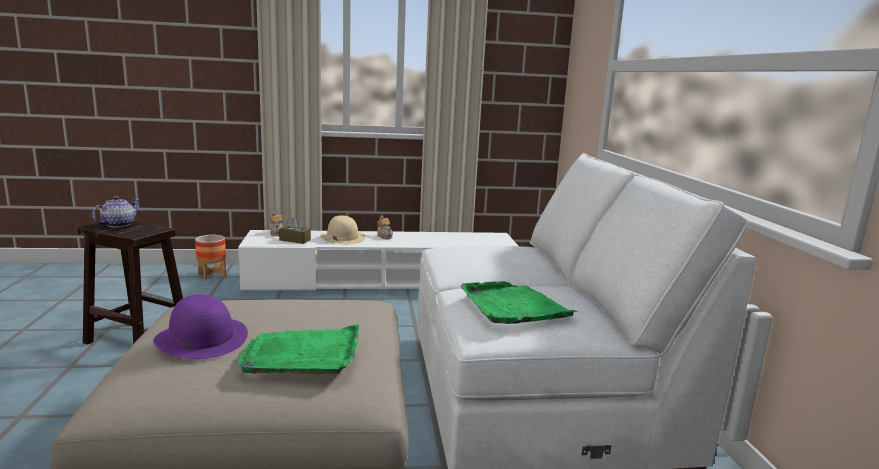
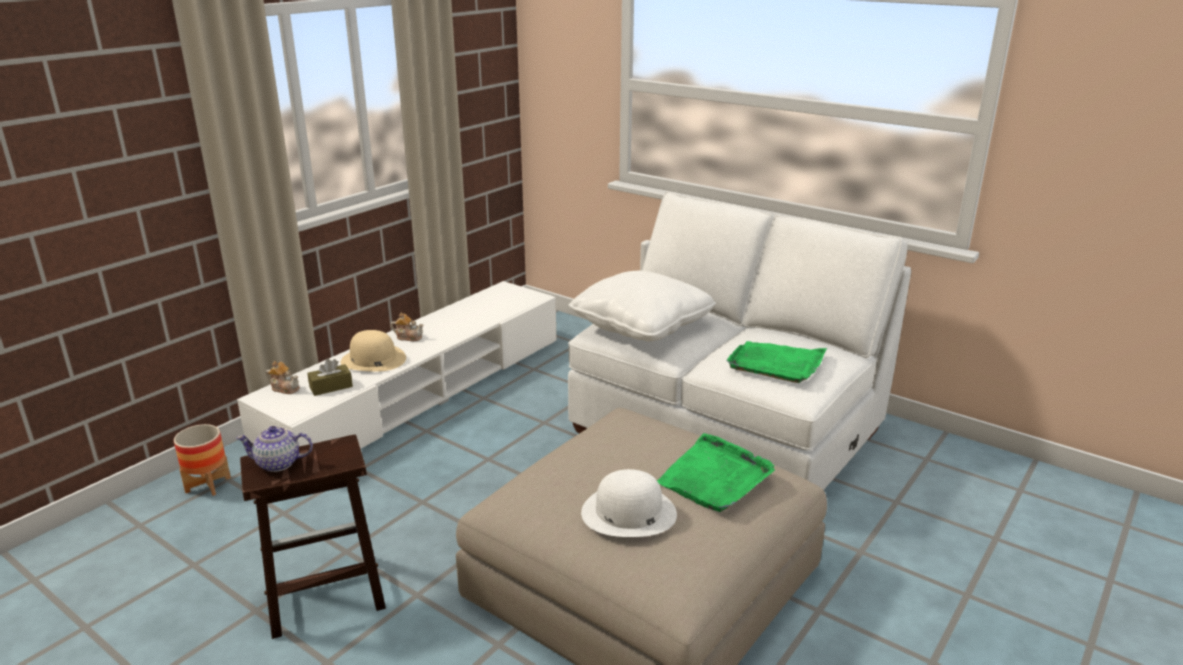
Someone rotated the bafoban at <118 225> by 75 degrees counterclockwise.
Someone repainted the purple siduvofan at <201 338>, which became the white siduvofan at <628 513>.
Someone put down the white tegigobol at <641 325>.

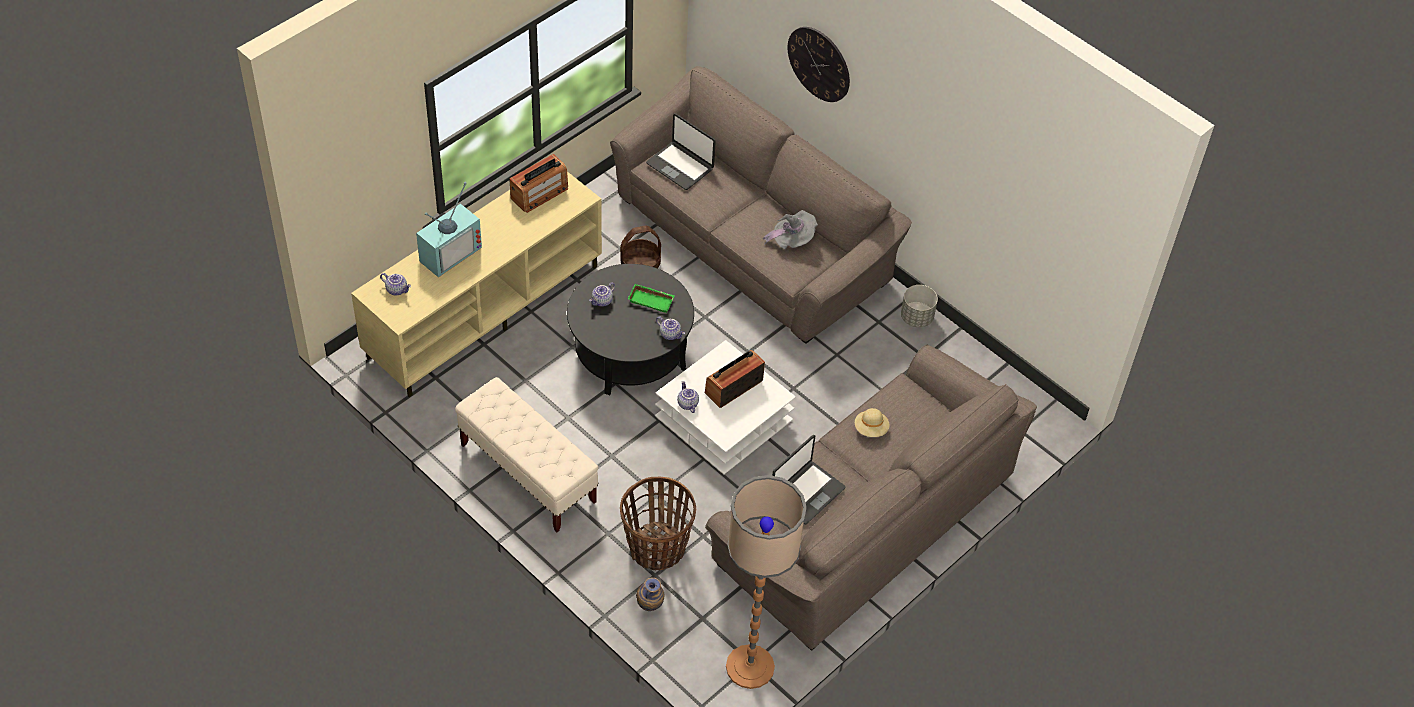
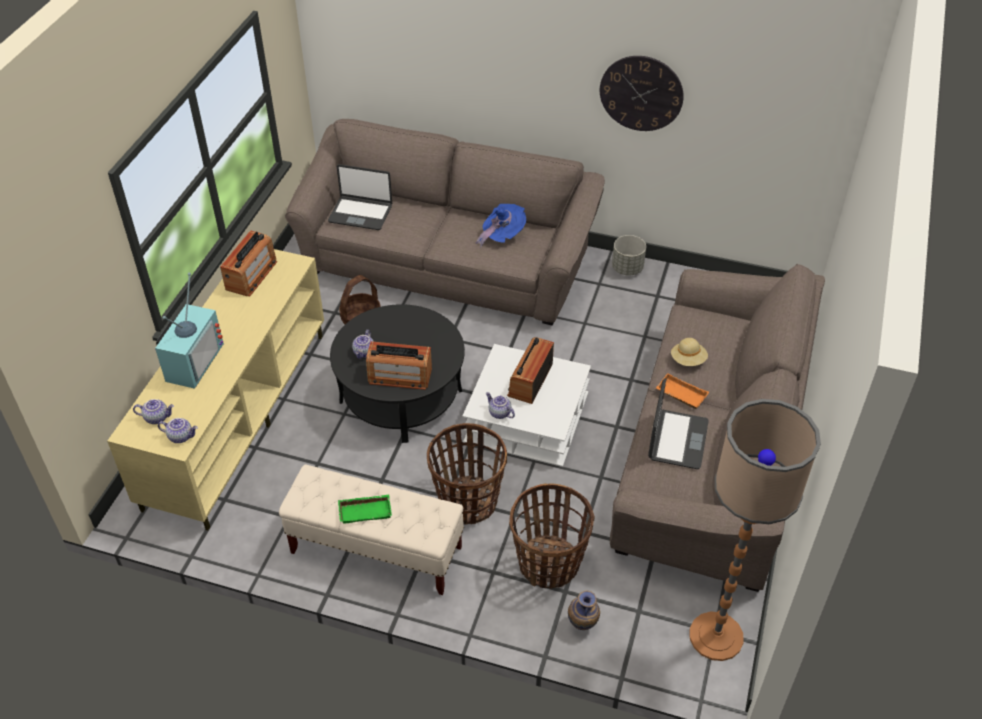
Someone carried the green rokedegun from <652 300> to <366 510>.
Someone carried the bafoban from <670 334> to <181 436>.
Someone repainted the grey siduvofan at <792 240>, which became the blue siduvofan at <502 235>.
Someone carried the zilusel from <819 64> to <641 93>.
Someone put down the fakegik at <400 376>.
Someone put down the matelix at <467 501>.
Someone put down the orange rokedegun at <680 395>.

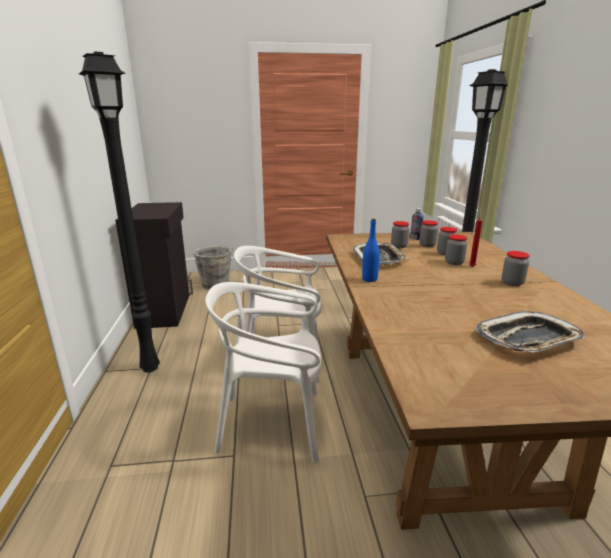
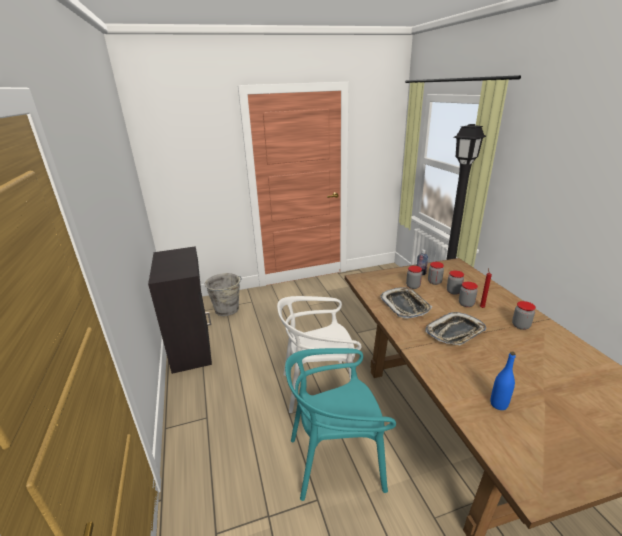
Someone took away the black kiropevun at <148 368>.
Someone repainted the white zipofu at <272 424>, which became the turquoise zipofu at <336 460>.
Someone carried the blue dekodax from <369 279> to <498 404>.
Someone carried the rokedegun from <527 339> to <455 332>.

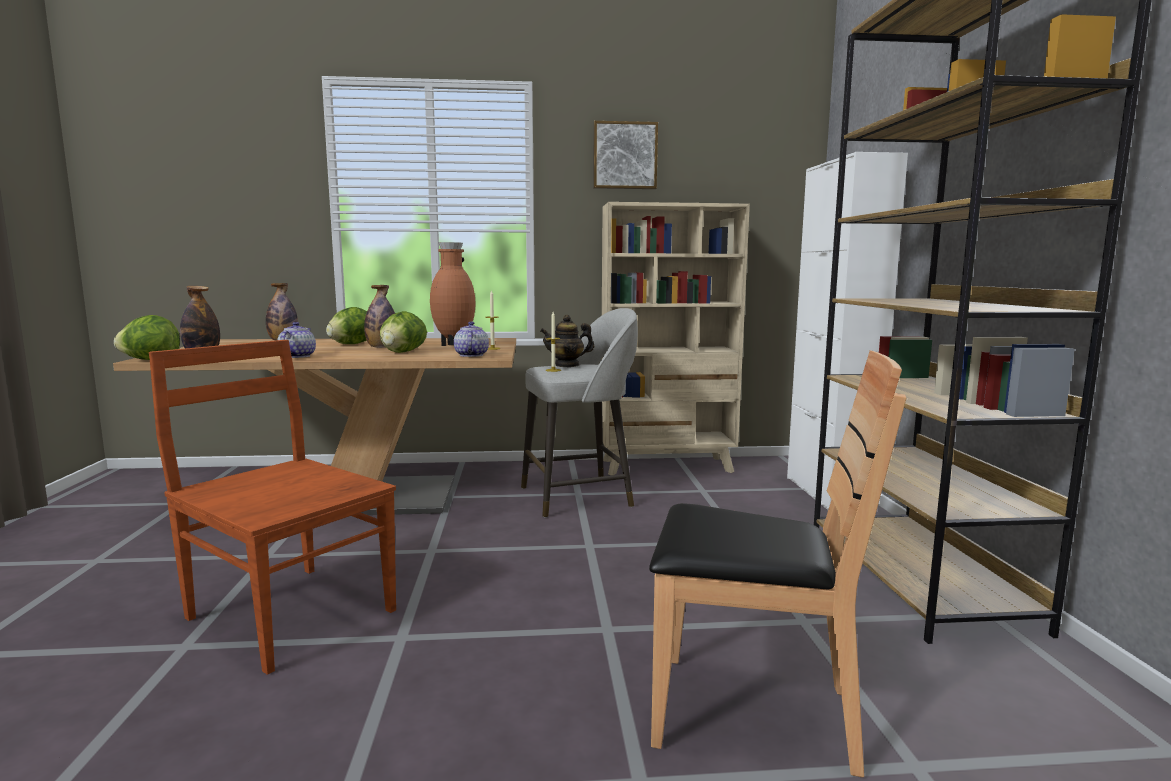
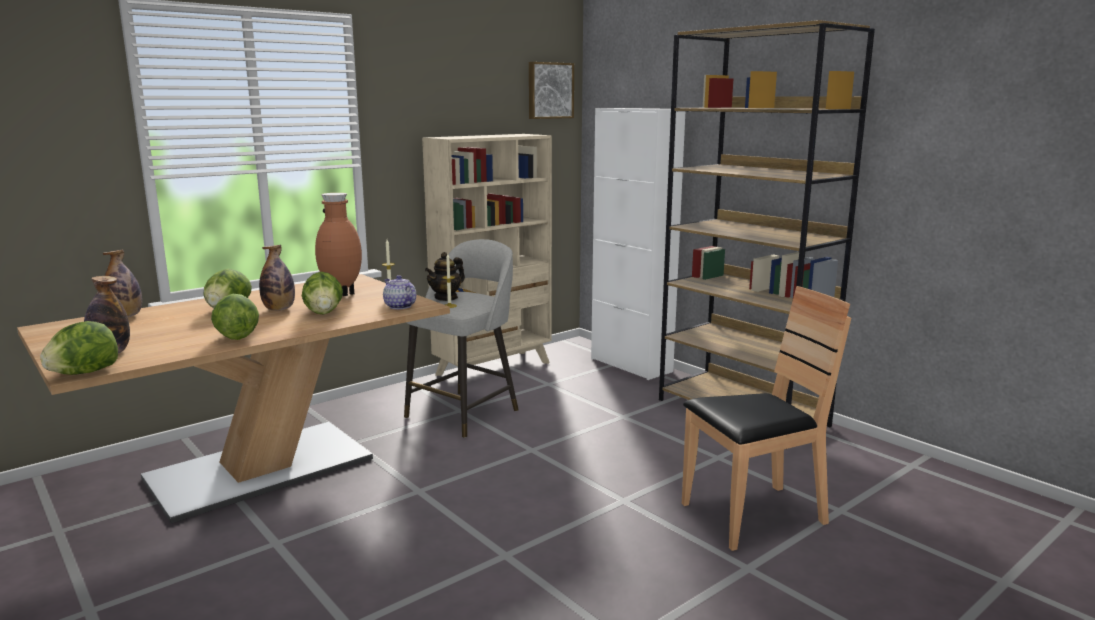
Someone took away the brown zipofu at <289 612>.
Someone swapped the bafoban at <297 356> for the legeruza at <237 337>.
Someone carried the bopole from <624 156> to <549 90>.

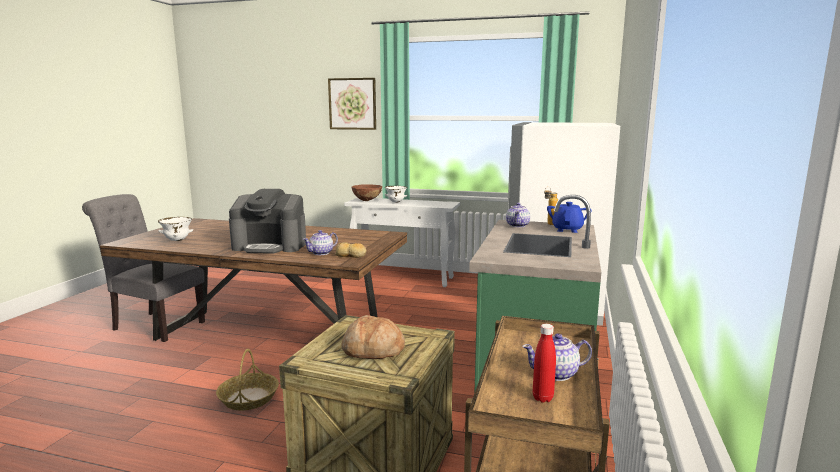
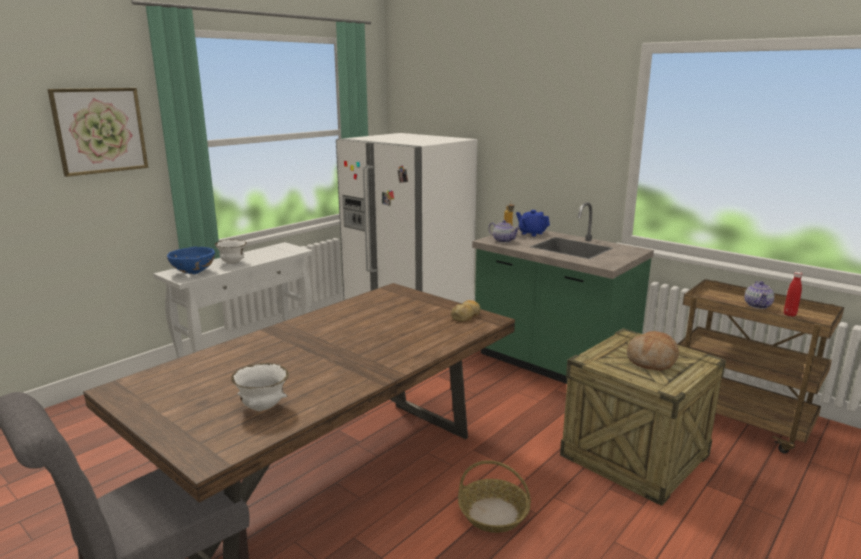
Someone took away the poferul at <270 246>.
Someone took away the bafoban at <321 253>.
Someone repainted the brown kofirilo at <367 201>, which became the blue kofirilo at <193 273>.

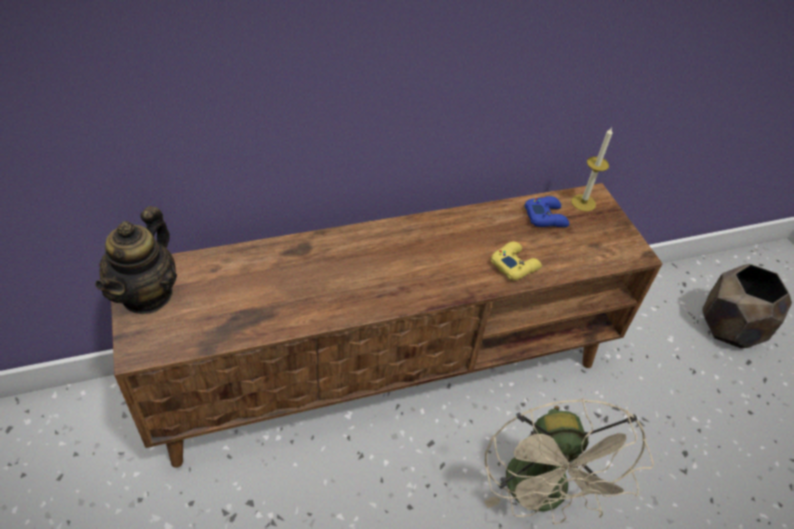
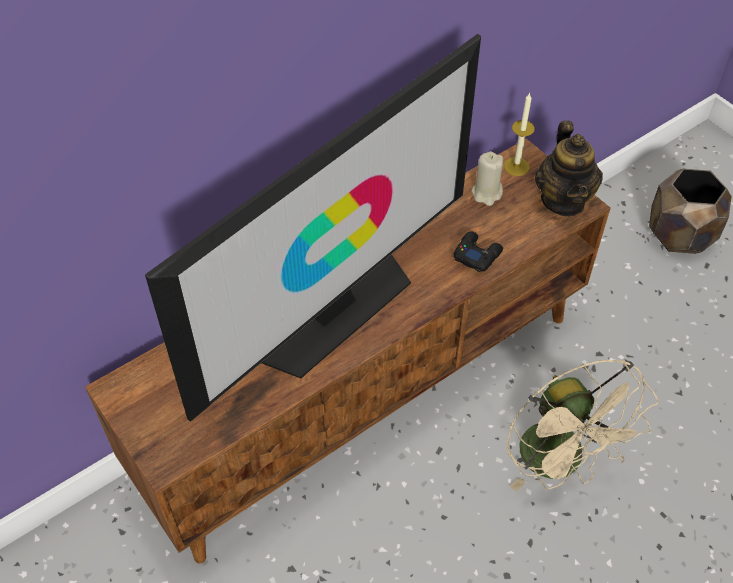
Someone carried the bafoban from <147 294> to <563 200>.
Someone repainted the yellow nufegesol at <514 265>, which became the black nufegesol at <477 255>.
Someone swapped the blue nufegesol at <546 217> for the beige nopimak at <487 193>.
Someone put down the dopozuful at <333 310>.

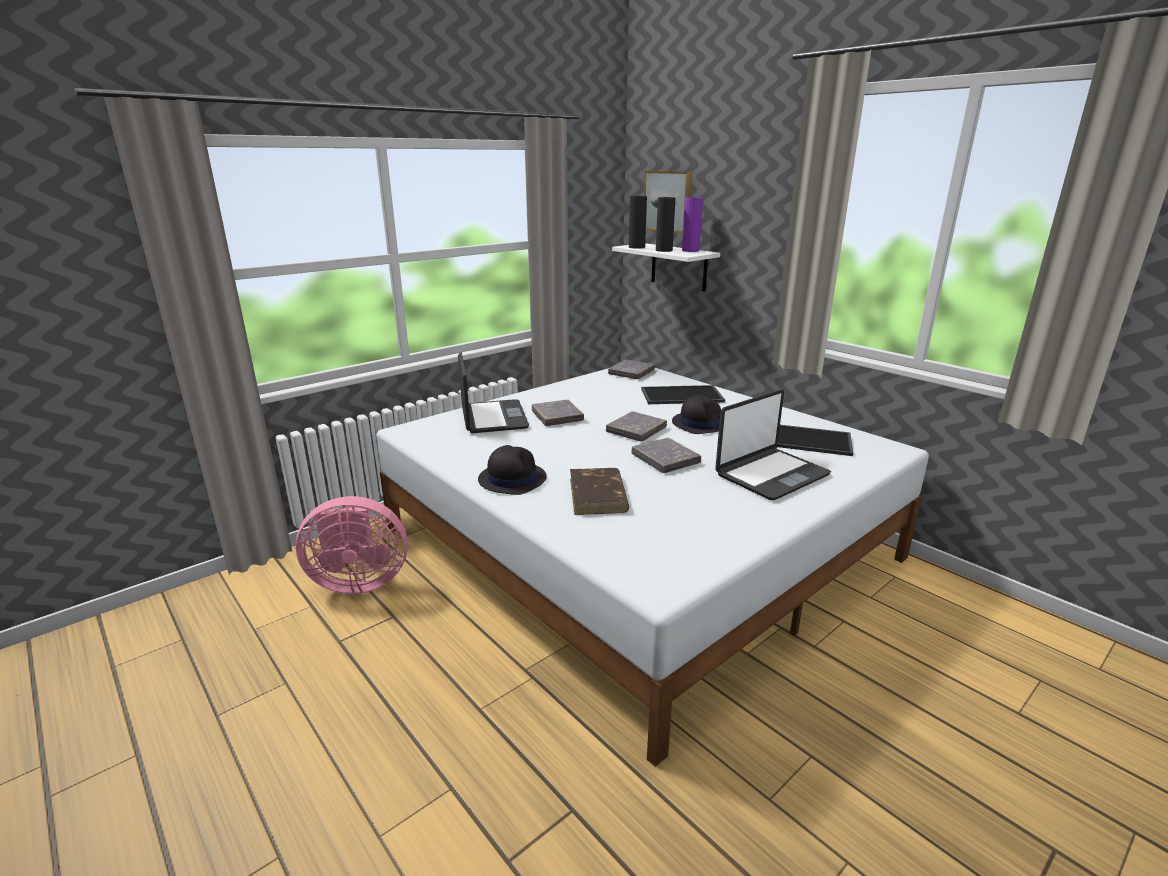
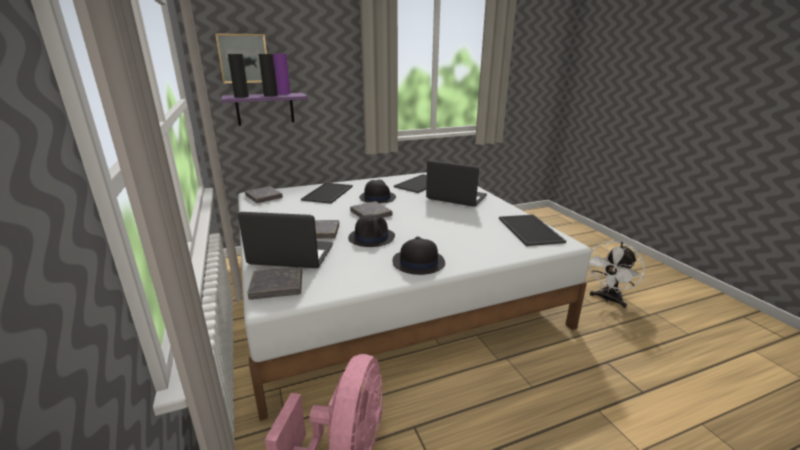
Someone took away the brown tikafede at <598 495>.
Someone repainted the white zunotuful at <679 267>, which became the purple zunotuful at <265 109>.
Someone carried the grey tikafede from <665 459> to <276 286>.
Someone rotated the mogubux at <771 474> by 45 degrees counterclockwise.
Someone put down the black siduvofan at <372 237>.
Someone put down the rokedegun at <531 230>.
Someone put down the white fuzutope at <608 299>.

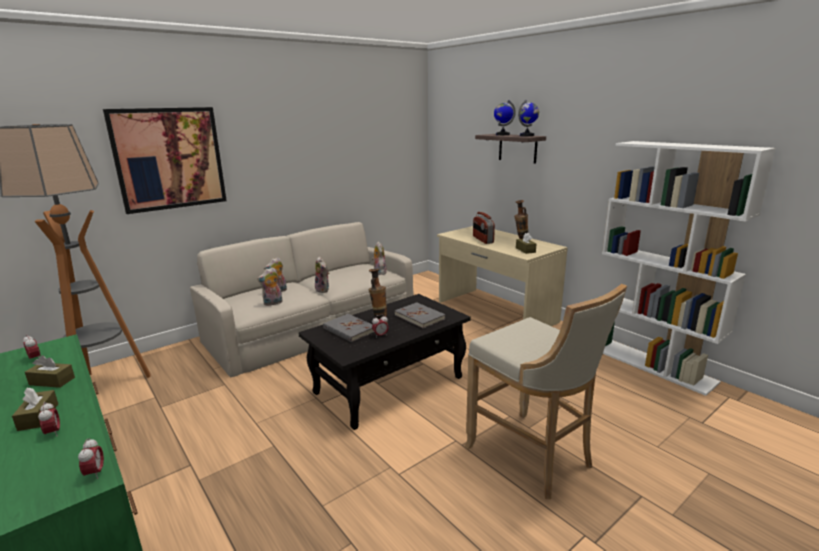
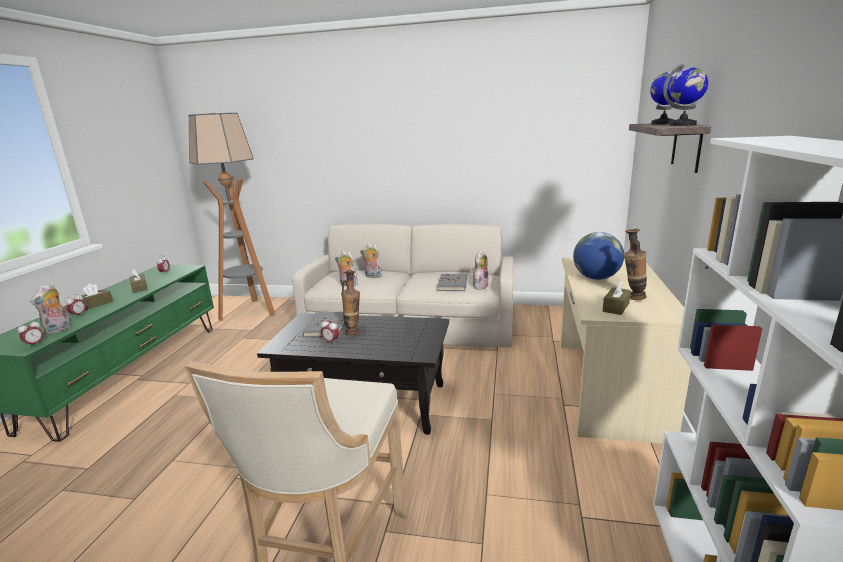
Someone took away the bopole at <169 159>.
Someone carried the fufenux from <323 290> to <59 330>.
Someone carried the grey tikafede from <420 317> to <453 284>.
Someone swapped the fakegik at <482 239> for the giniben at <596 278>.

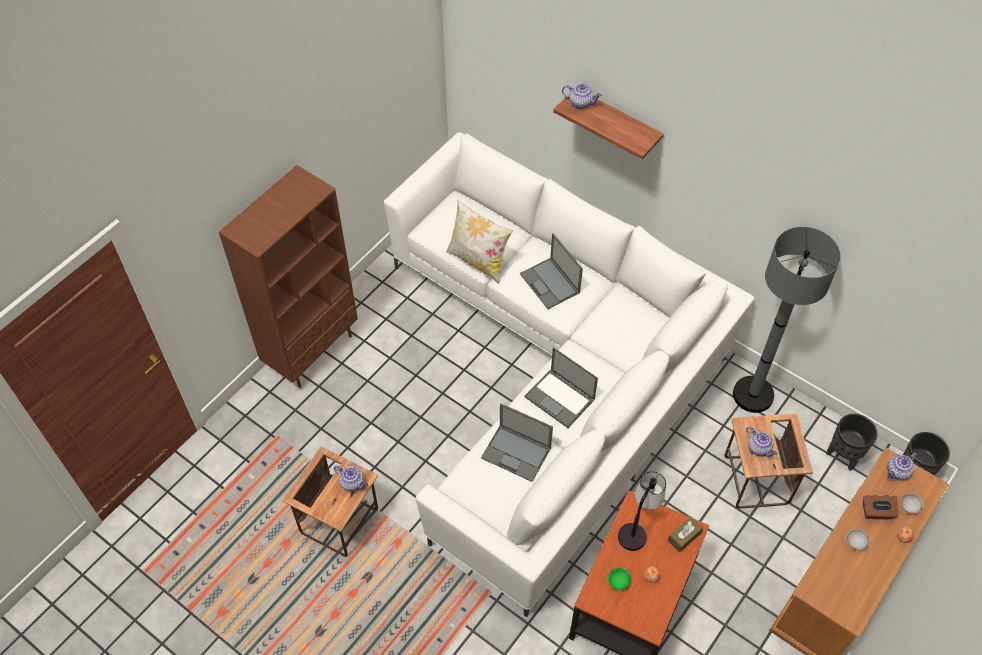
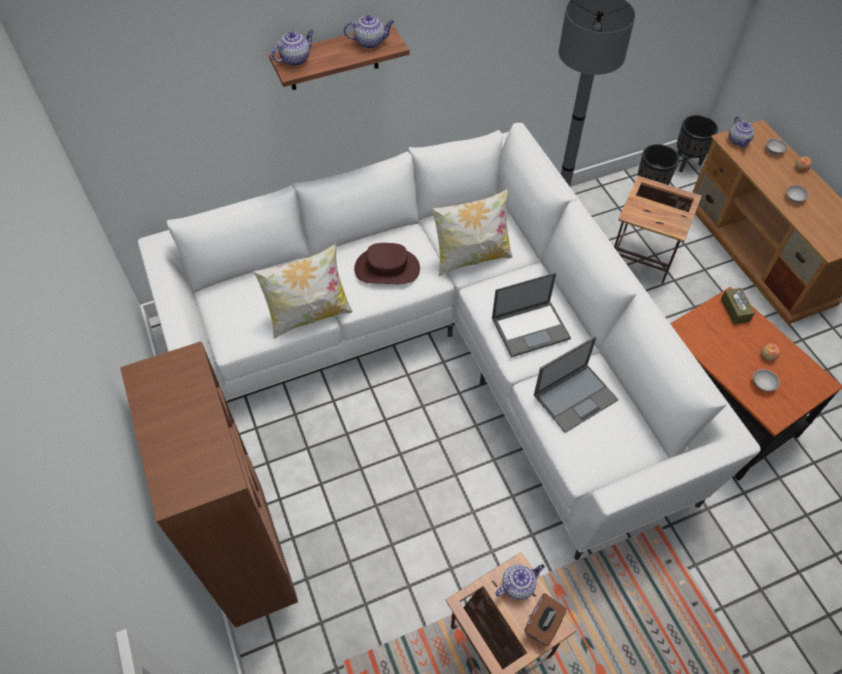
Someone swapped the mogubux at <550 283> for the brown siduvofan at <387 268>.
Someone repainted the green kofirilo at <618 581>, which became the grey kofirilo at <763 384>.
Someone took away the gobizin at <637 526>.
Someone carried the bafoban from <759 448> to <370 42>.
Someone carried the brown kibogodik from <876 512> to <543 624>.
Someone put down the tegigobol at <471 258>.

